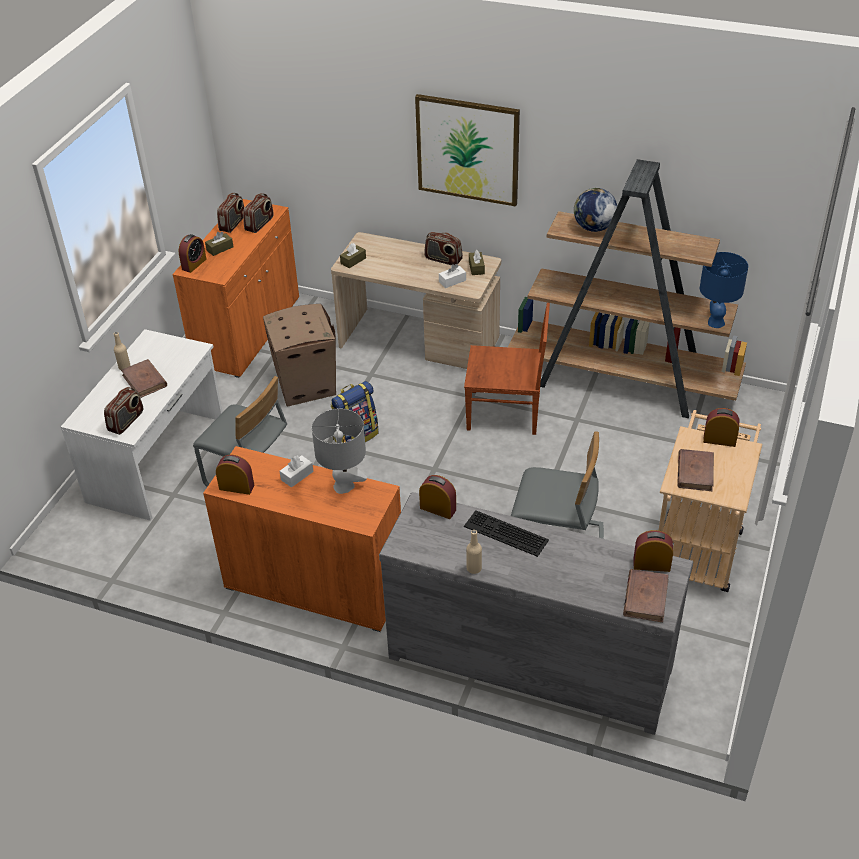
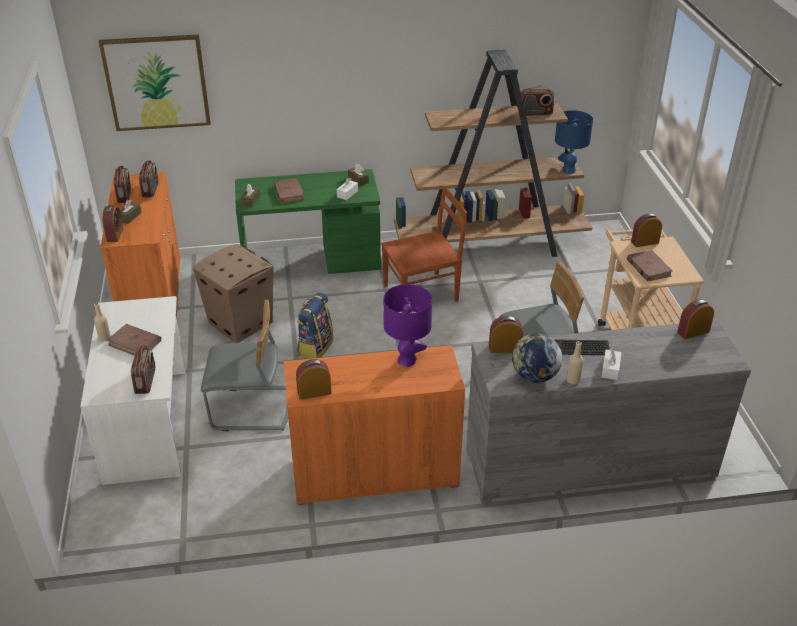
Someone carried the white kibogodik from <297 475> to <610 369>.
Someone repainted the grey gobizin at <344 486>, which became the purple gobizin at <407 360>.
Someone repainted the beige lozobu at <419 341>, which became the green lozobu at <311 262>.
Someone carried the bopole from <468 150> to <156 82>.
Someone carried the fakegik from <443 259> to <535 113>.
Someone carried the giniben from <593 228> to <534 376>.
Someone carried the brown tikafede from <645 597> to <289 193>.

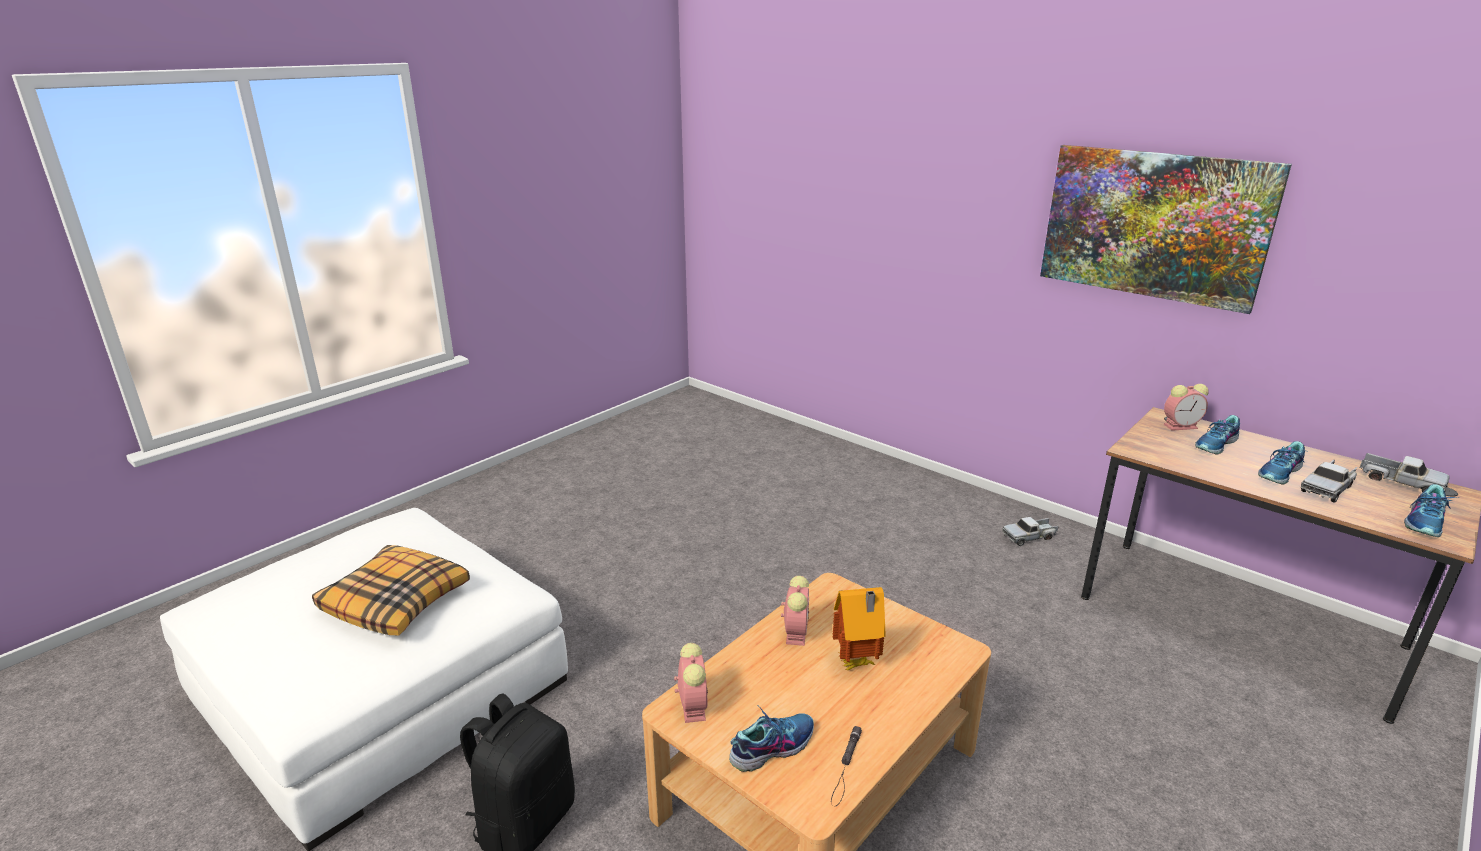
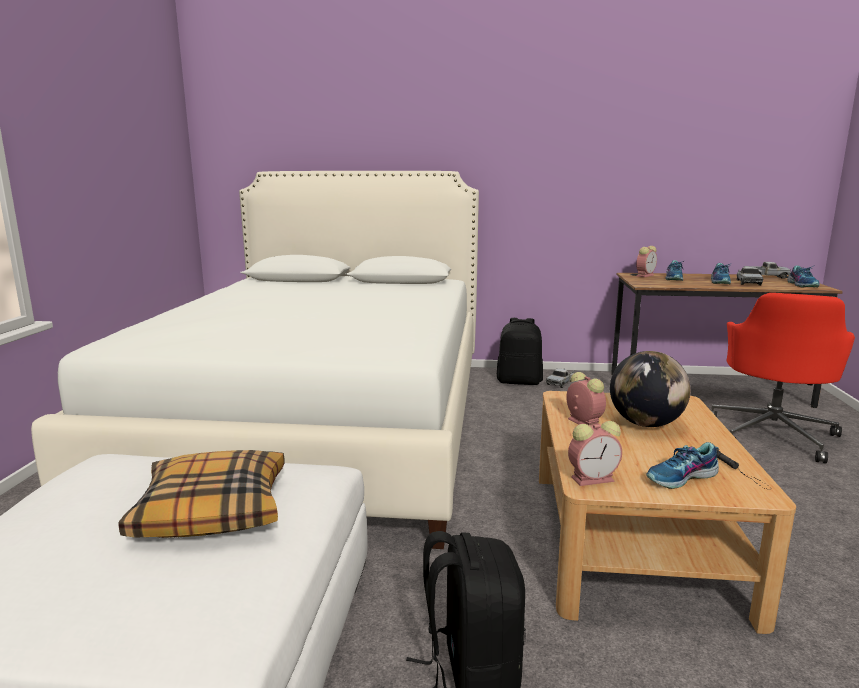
Someone rotated the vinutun at <692 705> by 120 degrees clockwise.
Someone rotated the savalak at <772 747> by 135 degrees counterclockwise.
Someone swapped the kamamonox at <857 663> for the giniben at <646 424>.
Someone took away the bopole at <1154 225>.
Someone put down the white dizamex at <322 425>.
Someone put down the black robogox at <519 381>.
Someone put down the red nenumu at <772 434>.

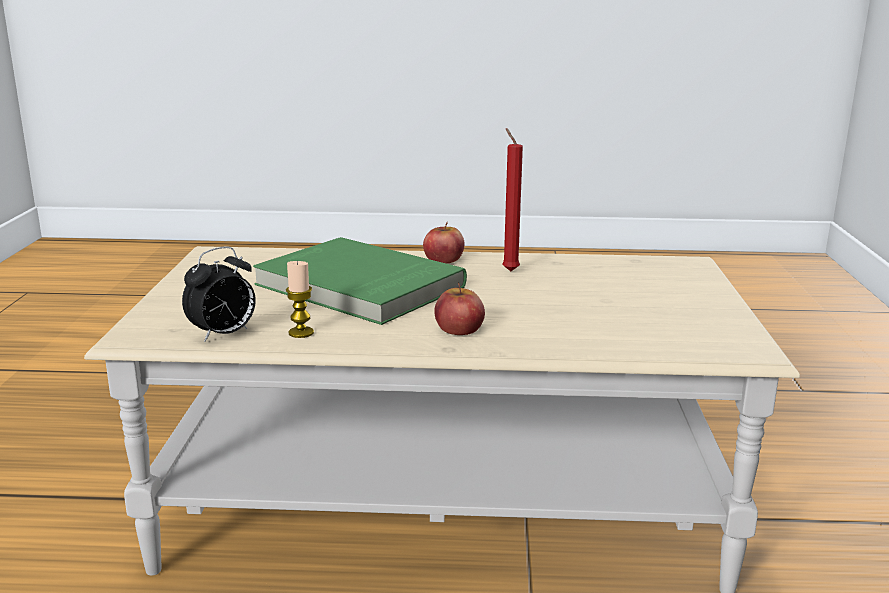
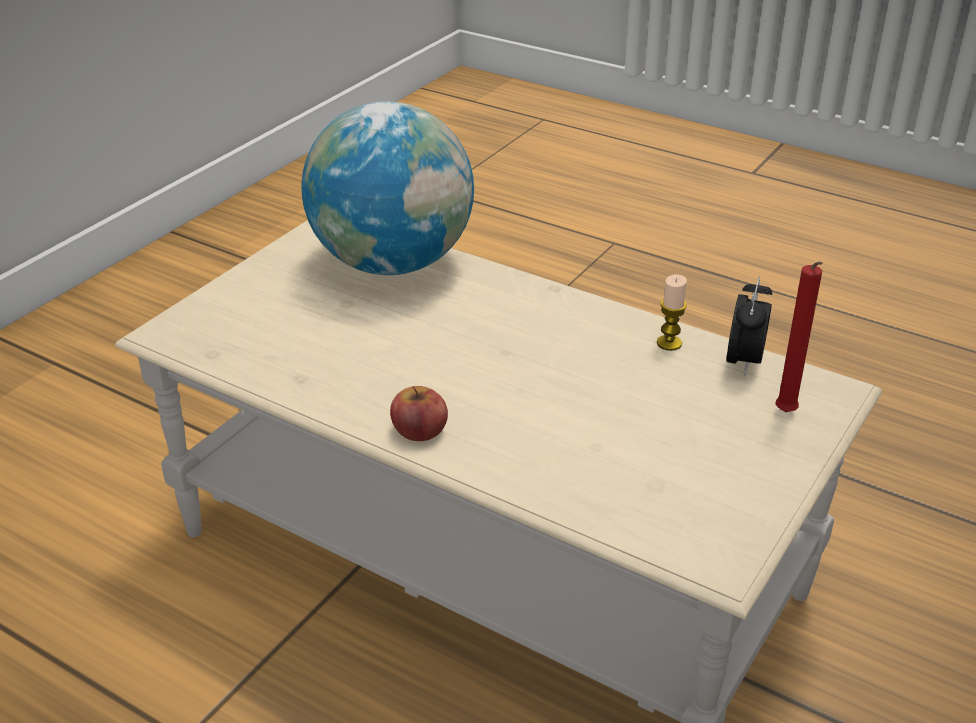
Someone rotated the vinutun at <223 335> by 120 degrees clockwise.
Someone took away the green tikafede at <357 287>.
Someone took away the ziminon at <459 329>.
Someone carried the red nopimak from <509 270> to <786 414>.
Someone put down the giniben at <392 263>.

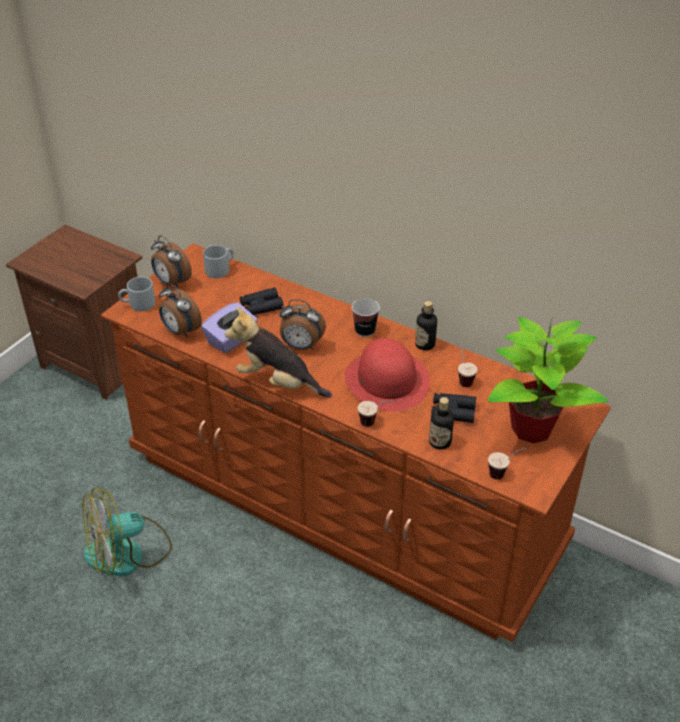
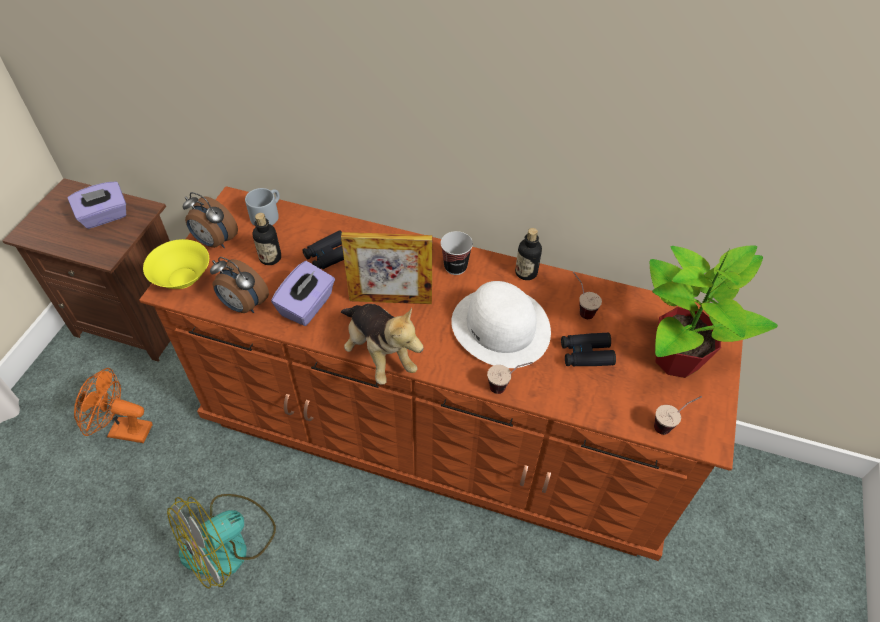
Someone swapped the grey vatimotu at <138 304> for the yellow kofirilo at <182 278>.
Someone rotated the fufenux at <278 382> by 135 degrees counterclockwise.
Someone swapped the vinutun at <301 346> for the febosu at <390 300>.
Someone repainted the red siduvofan at <387 380>, which became the white siduvofan at <501 327>.
Someone carried the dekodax from <440 442> to <270 258>.
Someone put down the purple kibogodik at <104 216>.
Someone put down the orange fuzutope at <123 430>.

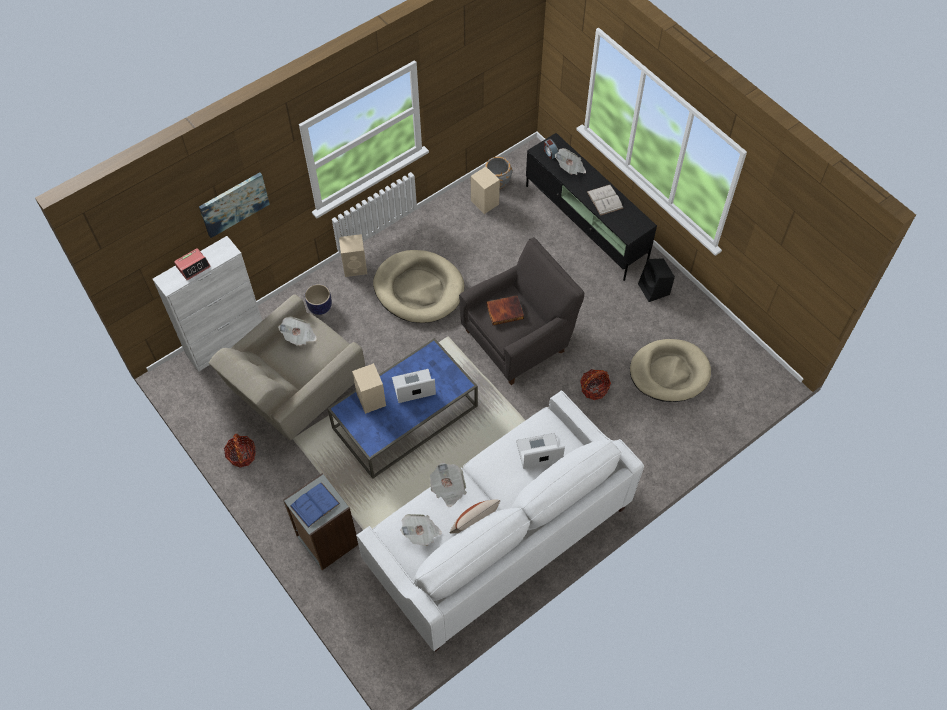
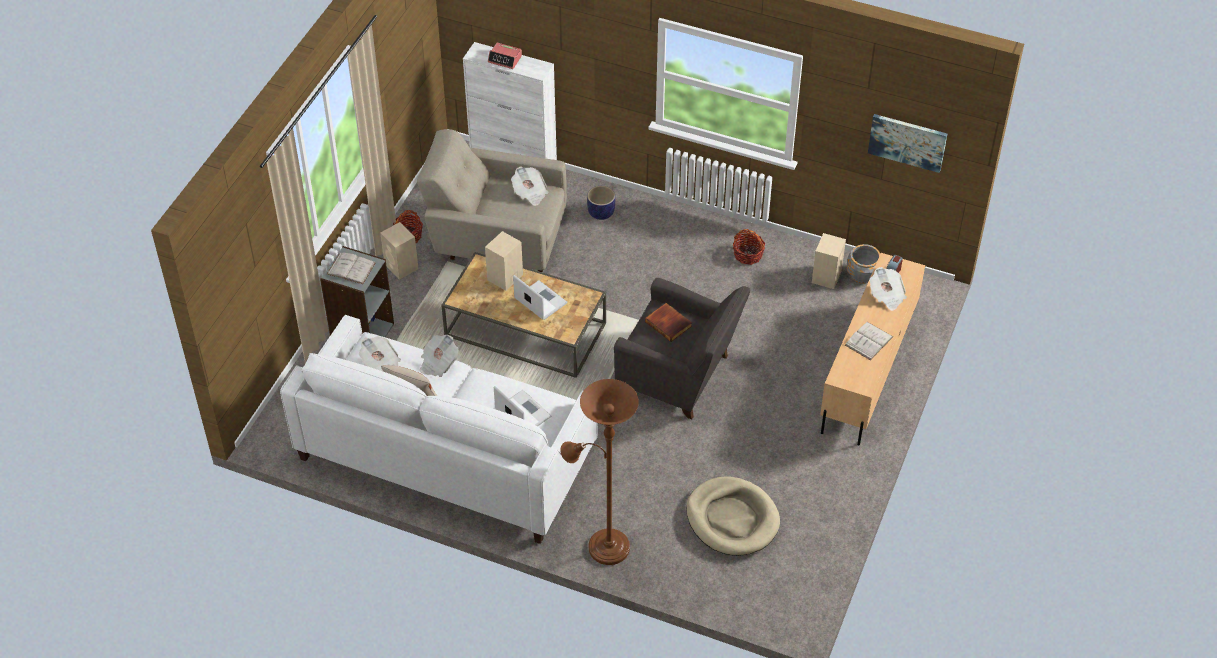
Someone carried the bopole from <234 204> to <907 142>.
Someone repainted the blue tikafede at <315 505>, which became the white tikafede at <351 268>.
Someone repainted the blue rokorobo at <405 418>, which became the brown rokorobo at <525 330>.
Someone carried the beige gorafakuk from <355 267> to <402 267>.
Someone took away the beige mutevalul at <419 289>.
Someone repainted the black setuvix at <585 225>, which became the beige setuvix at <867 371>.
Someone carried the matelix from <594 388> to <748 255>.
Someone took away the black gorafakuk at <654 289>.
Someone put down the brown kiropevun at <603 546>.

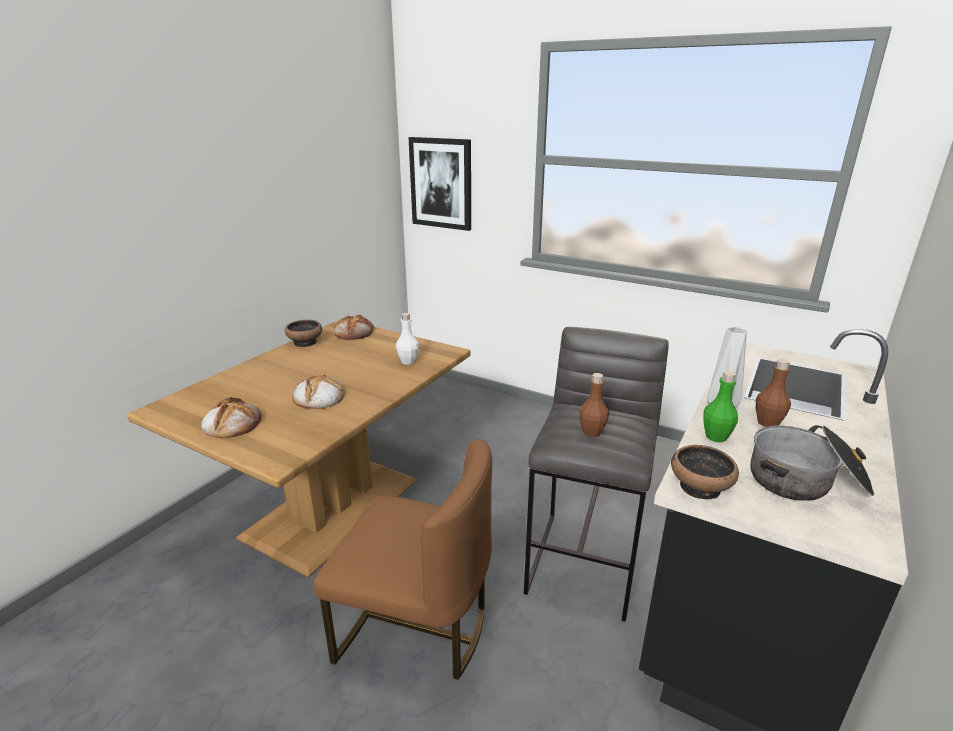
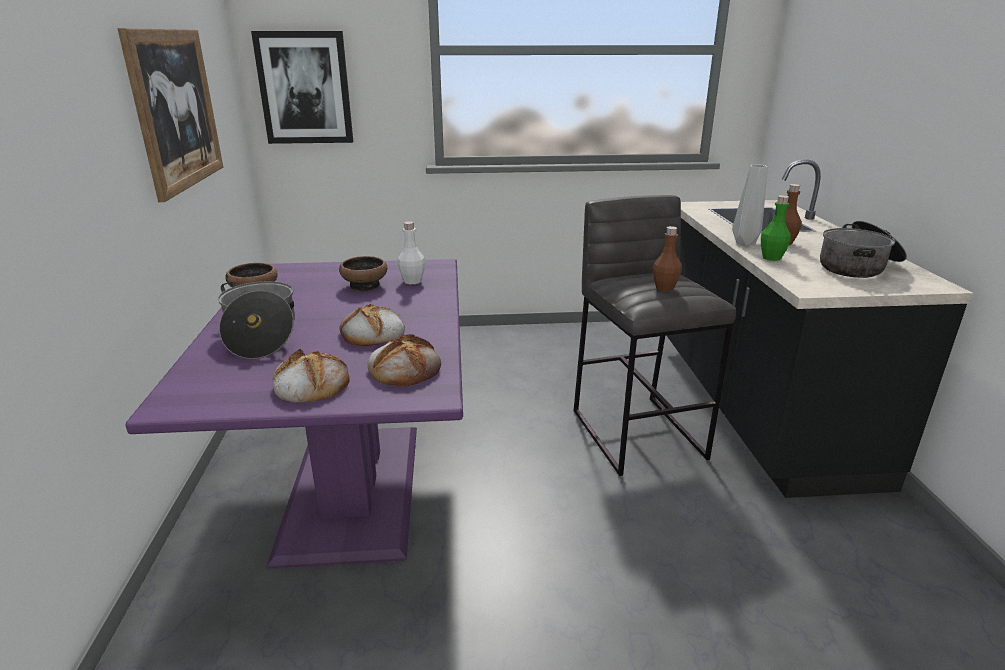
Someone repainted the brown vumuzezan at <335 508>, which became the purple vumuzezan at <355 488>.
Someone took away the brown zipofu at <415 628>.
Someone carried the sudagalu from <354 332> to <405 368>.
Someone carried the kofirilo from <700 487> to <365 285>.
Someone put up the bopole at <176 109>.
Someone put down the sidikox at <261 335>.

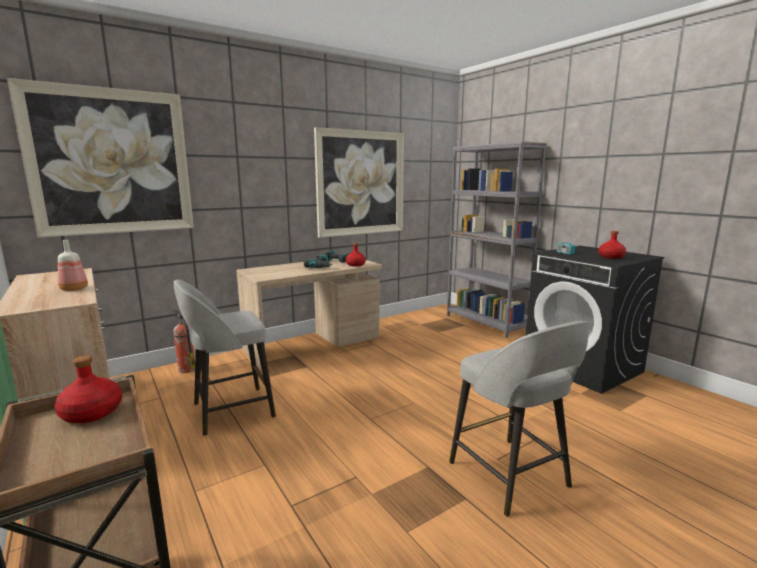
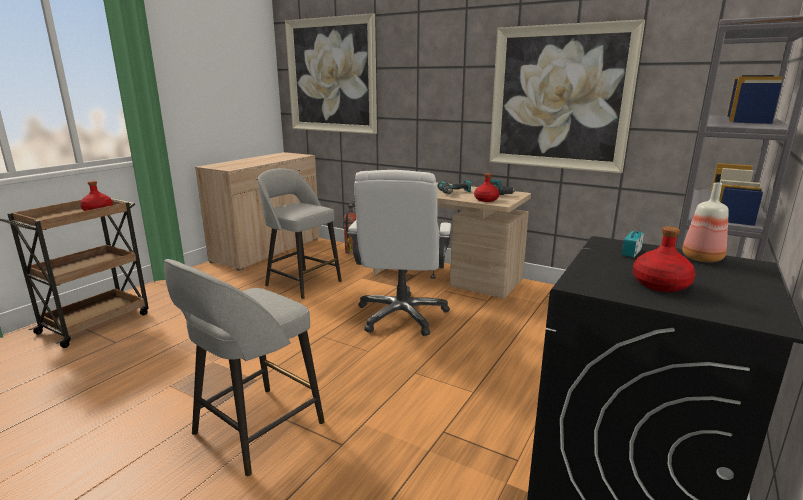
Someone carried the dekodax from <75 289> to <703 259>.
Someone put down the white nenumu at <402 315>.

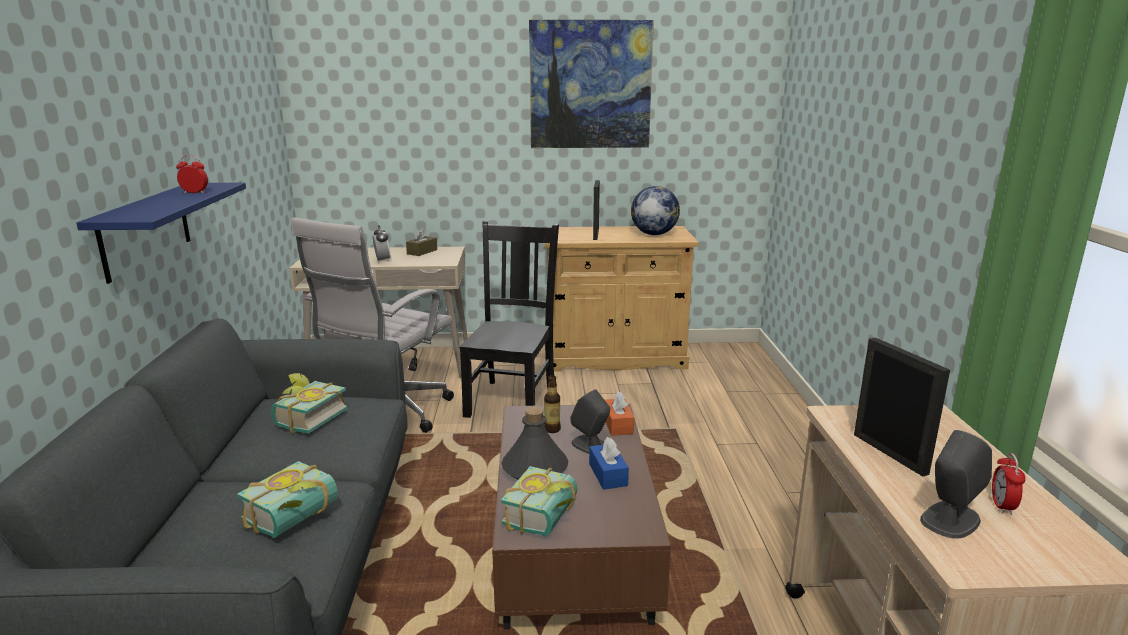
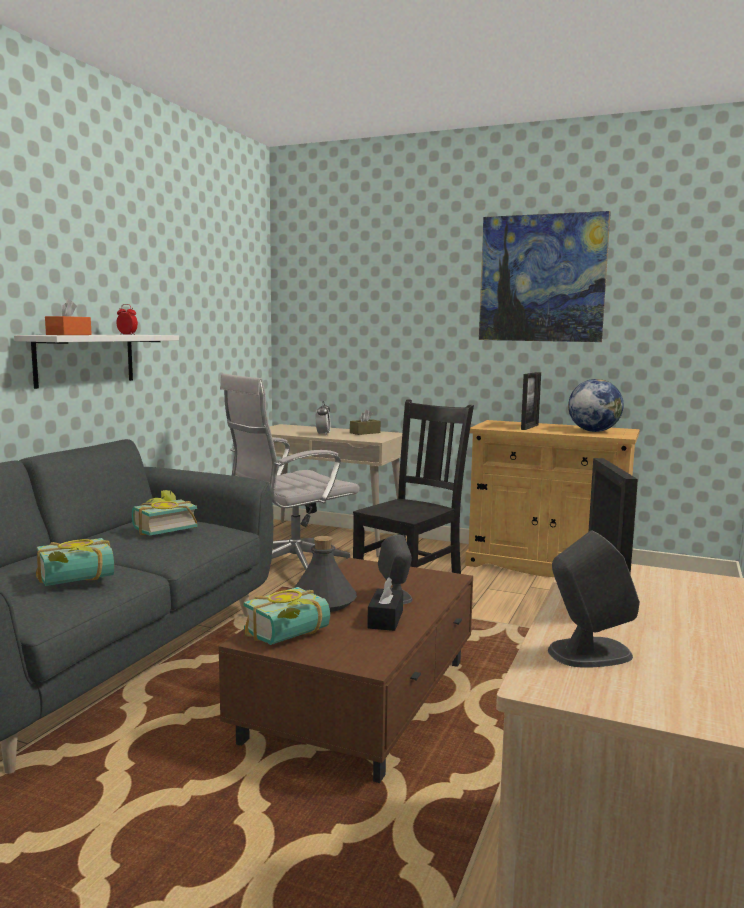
Someone repainted the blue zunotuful at <146 230>, which became the white zunotuful at <85 359>.
Someone took away the dekodax at <552 429>.
Someone repainted the blue kibogodik at <608 475>, which became the black kibogodik at <385 619>.
Someone carried the orange kibogodik from <617 424> to <69 335>.
Someone took away the vinutun at <1002 506>.

